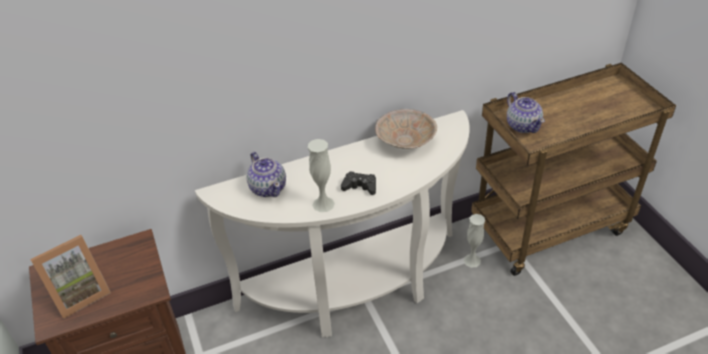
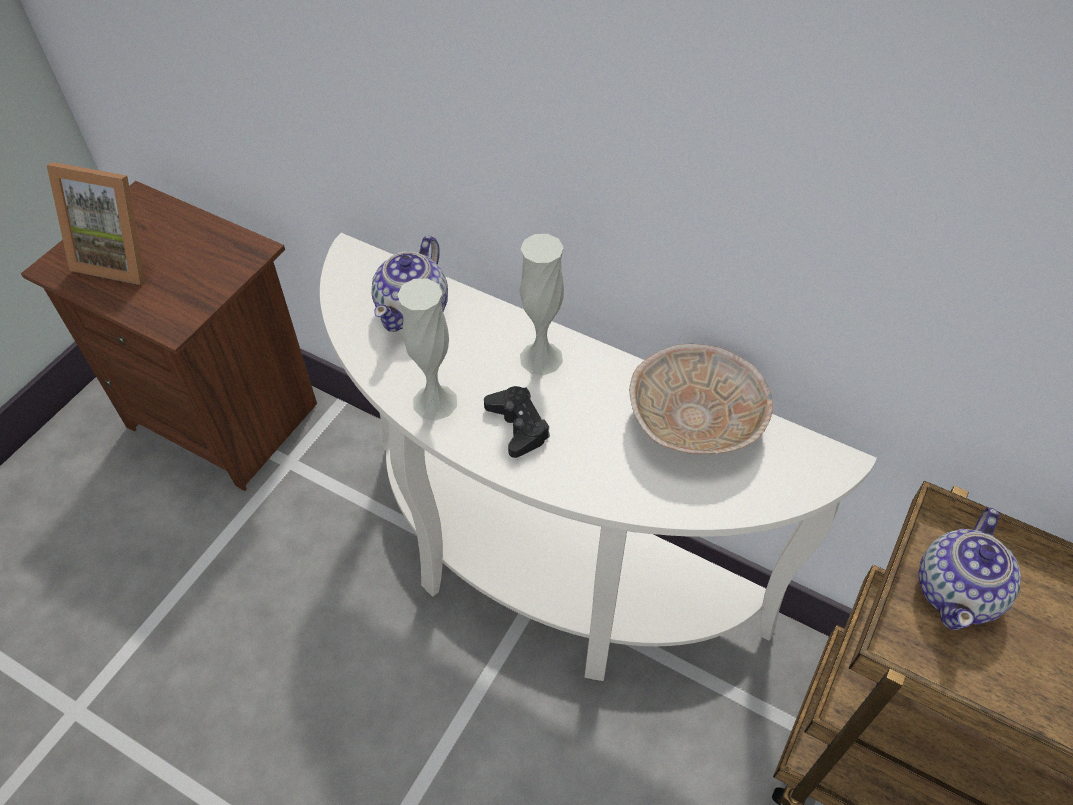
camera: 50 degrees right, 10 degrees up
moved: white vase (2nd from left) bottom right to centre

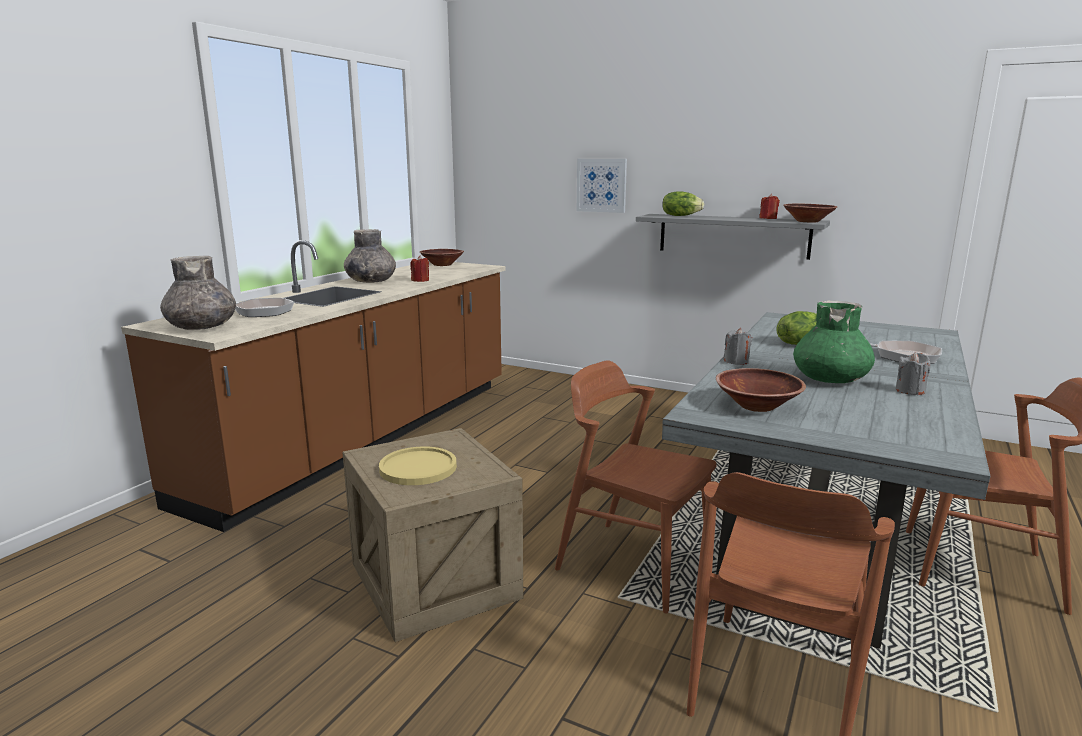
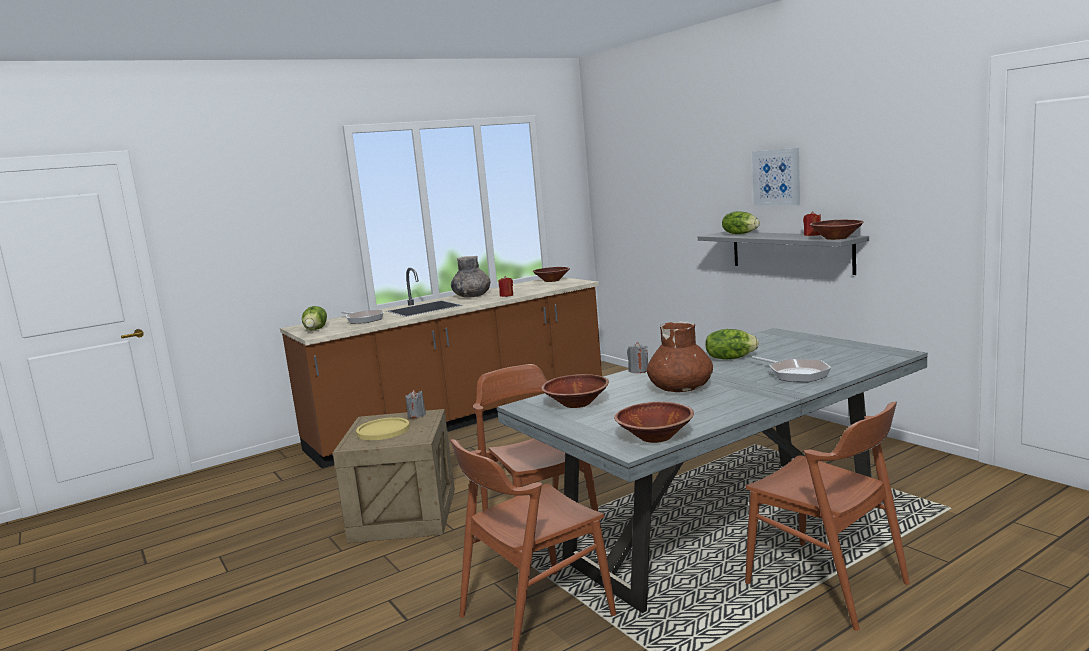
camera: 30 degrees right, 5 degrees down
added: brown bowl (3rd from left) centre
moved: picture top centre to top right; grey candle (2nd from left in the first image) middle right to grey candle (1st from left) centre
replaced: grey vase (1st from left) middle left to lettuce (1st from left) middle left
recoloured: green vase middle right to brown vase centre

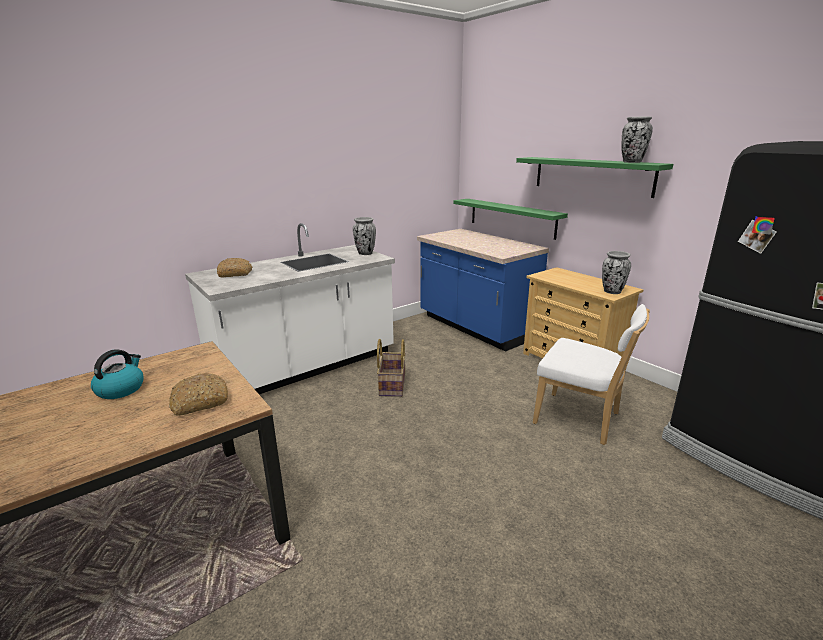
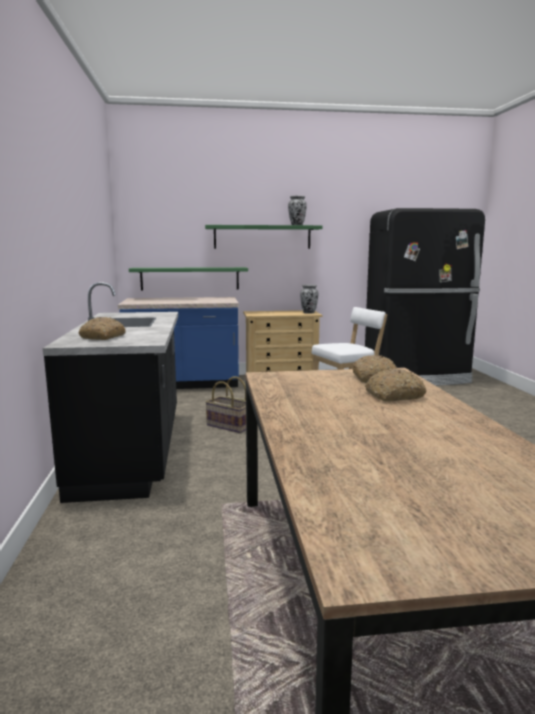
camera: 60 degrees left, 10 degrees down
removed: kettle middle left; vase (1st from left) centre
added: bread (3rd from left) middle right
recoloured: white counter centre to black counter middle left

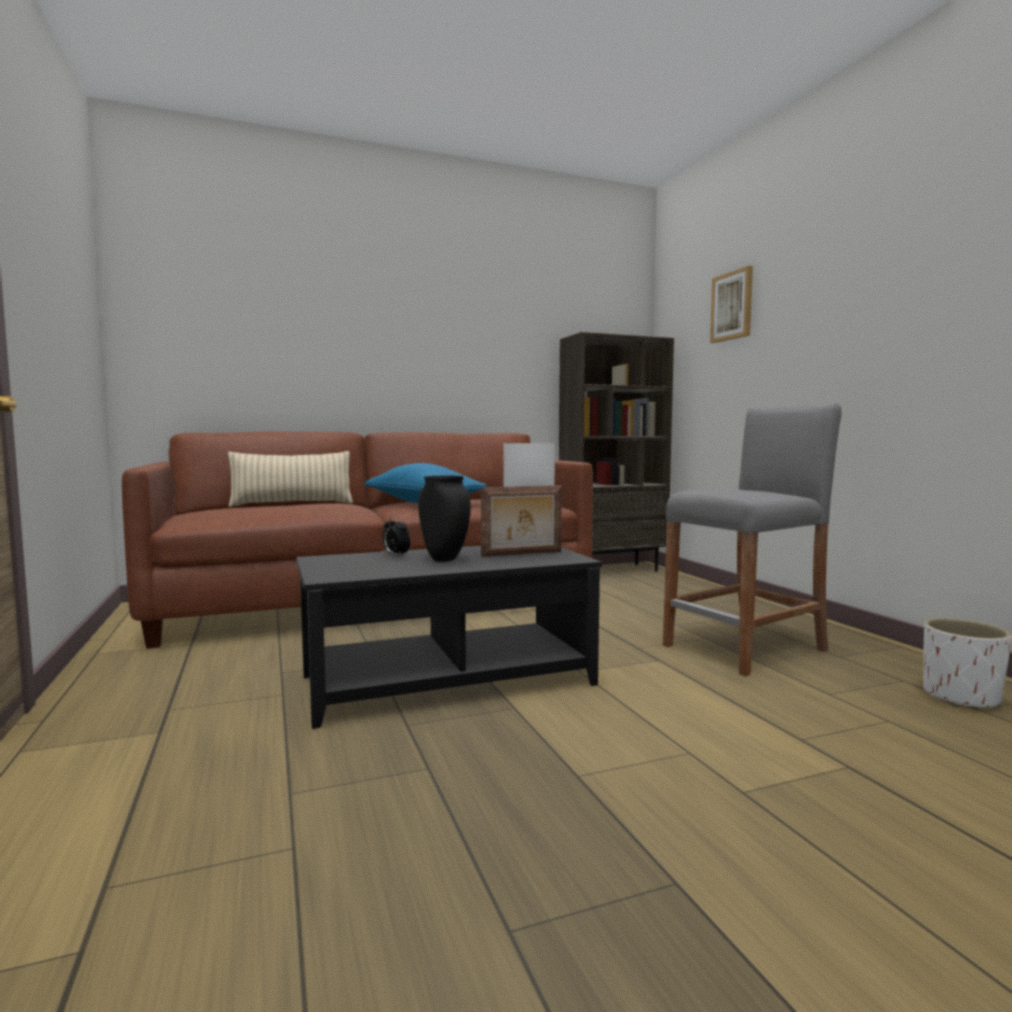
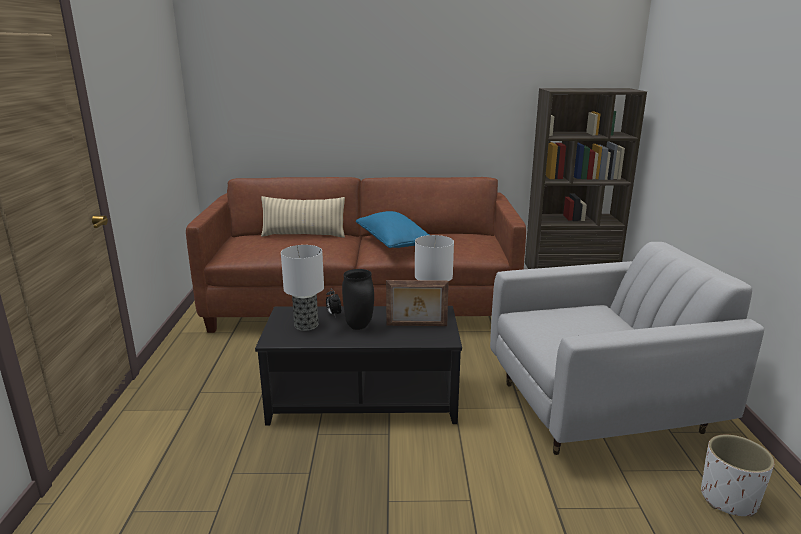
camera: 20 degrees right, 15 degrees up
removed: picture top right
added: table lamp (1st from left) centre
replaced: grey stool middle right to white armchair middle right

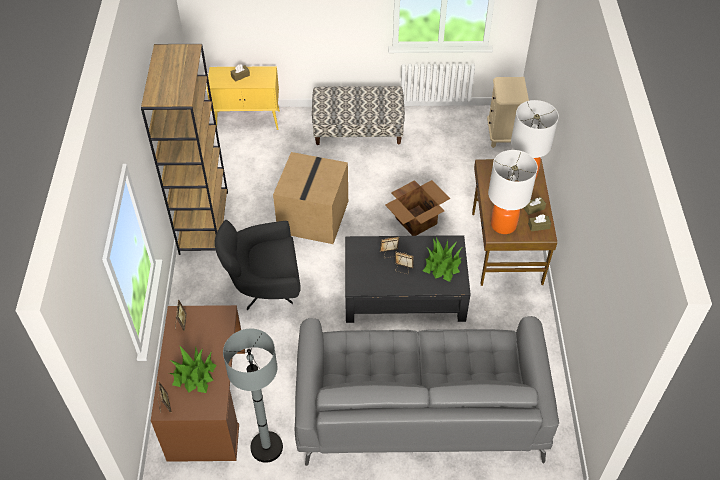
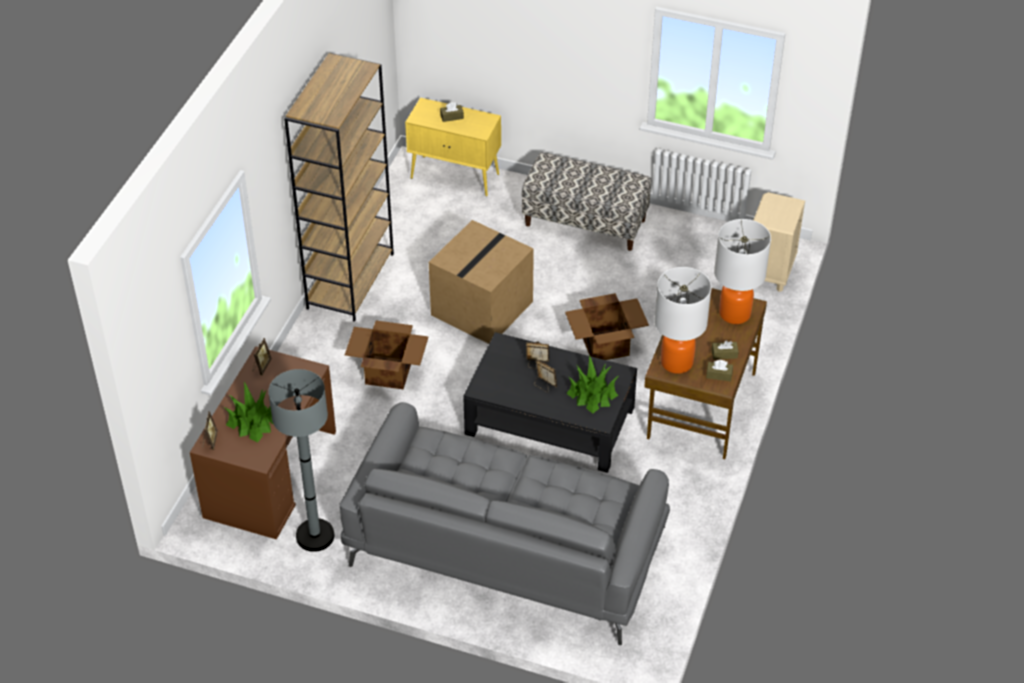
camera: 20 degrees right, 5 degrees down
replaced: black armchair centre to cardboard box (1st from left) centre

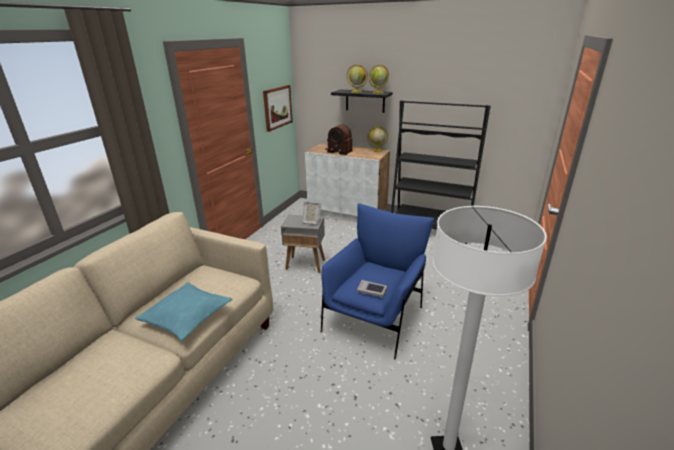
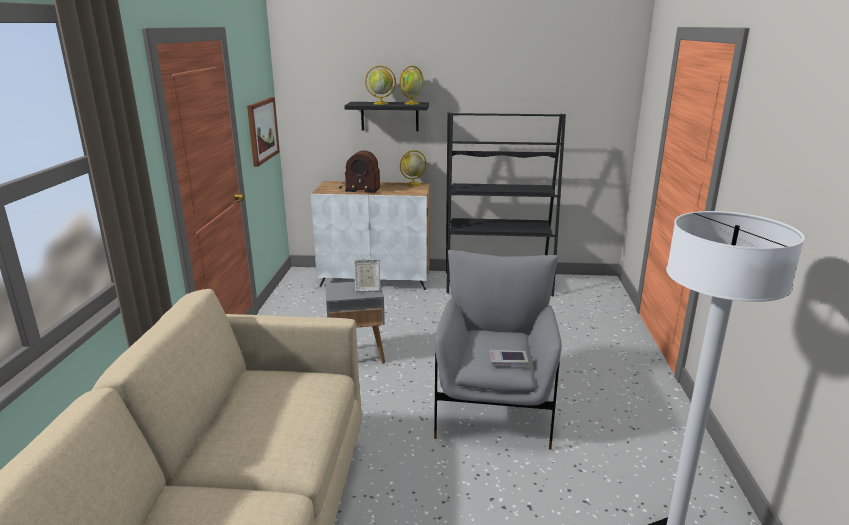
camera: 20 degrees left, 5 degrees down
removed: turquoise pillow bottom left
recoloured: blue armchair centre to grey armchair bottom centre

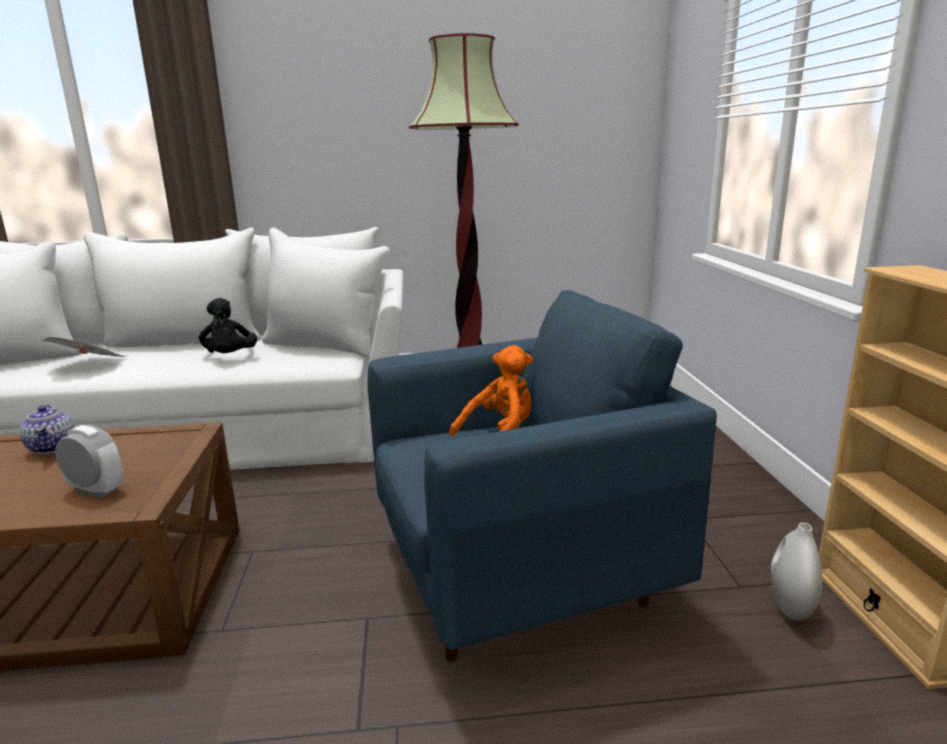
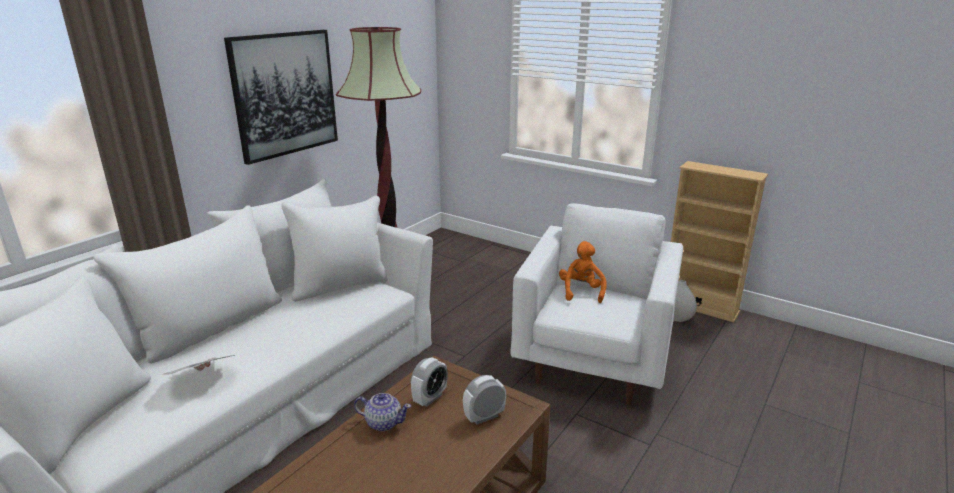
camera: 50 degrees left, 5 degrees up
removed: black plush toy middle left
added: picture top left; alarm clock (1st from left) bottom centre
recoloured: blue armchair centre to white armchair centre

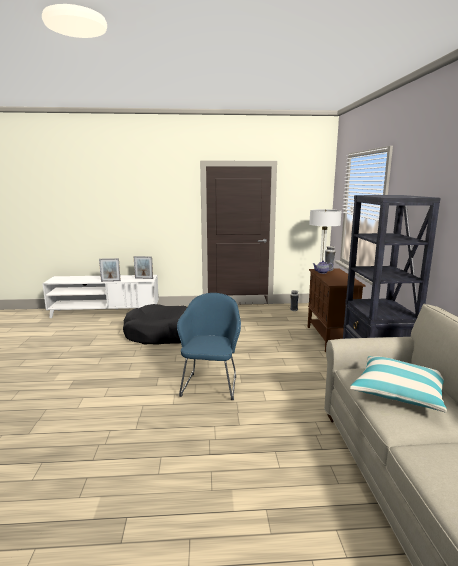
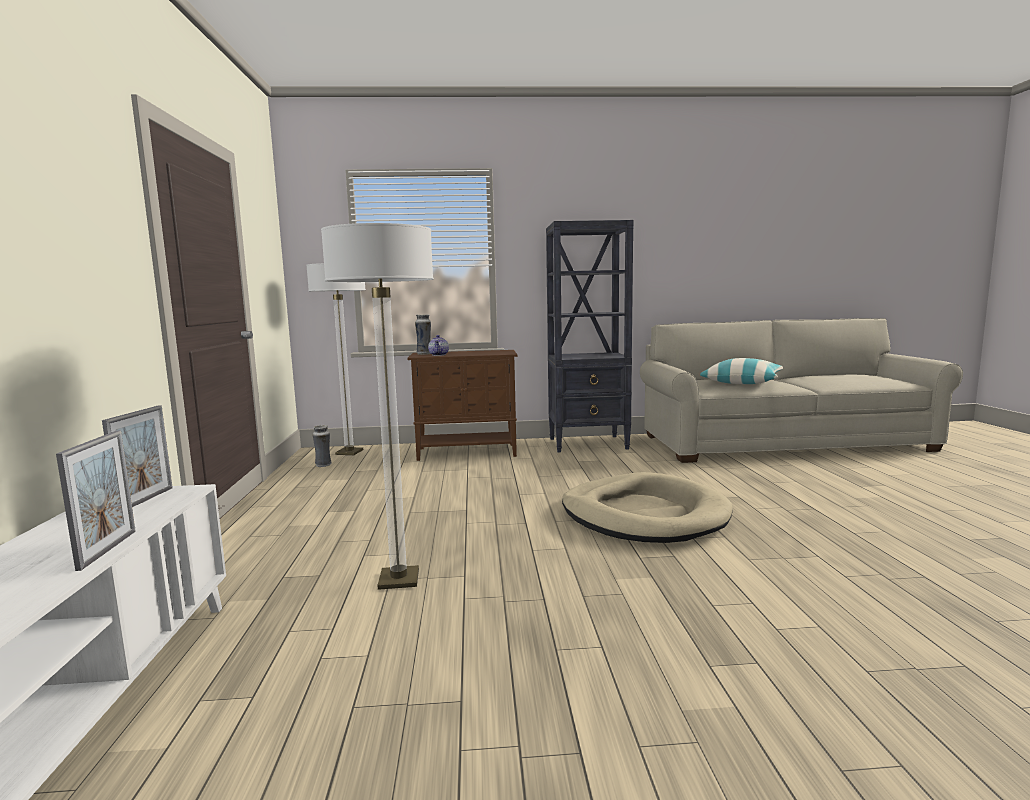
camera: 90 degrees left, 5 degrees down
replaced: black dog bed centre to floor lamp (2nd from left) centre; blue armchair centre to beige dog bed centre

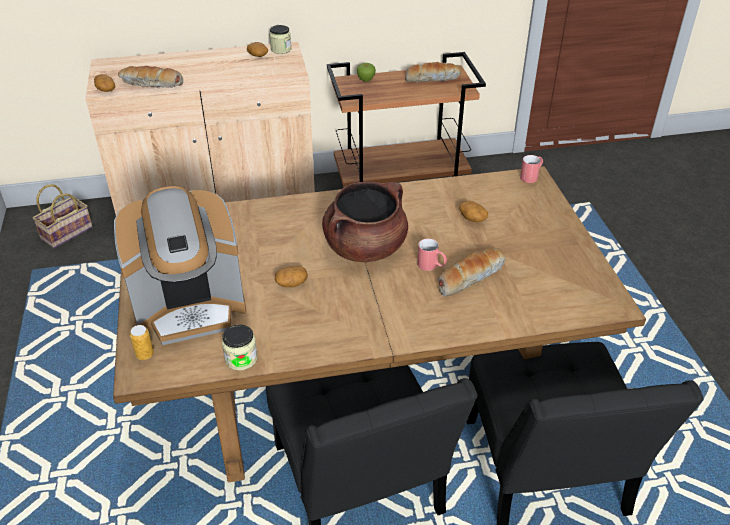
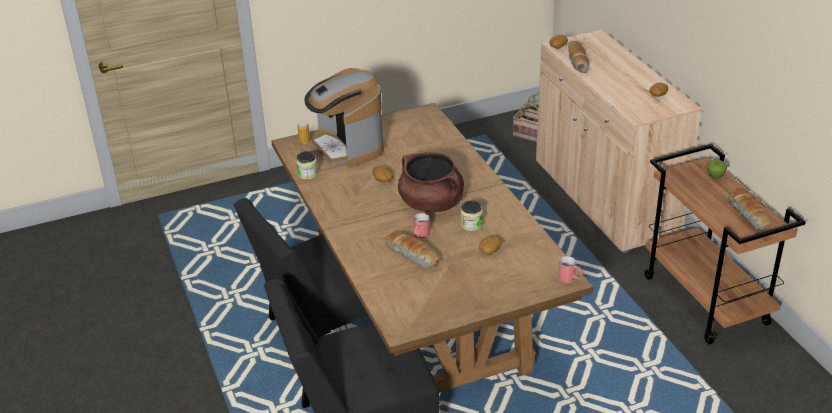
camera: 80 degrees right, 5 degrees down
moved: jar (2nd from left) top centre to centre

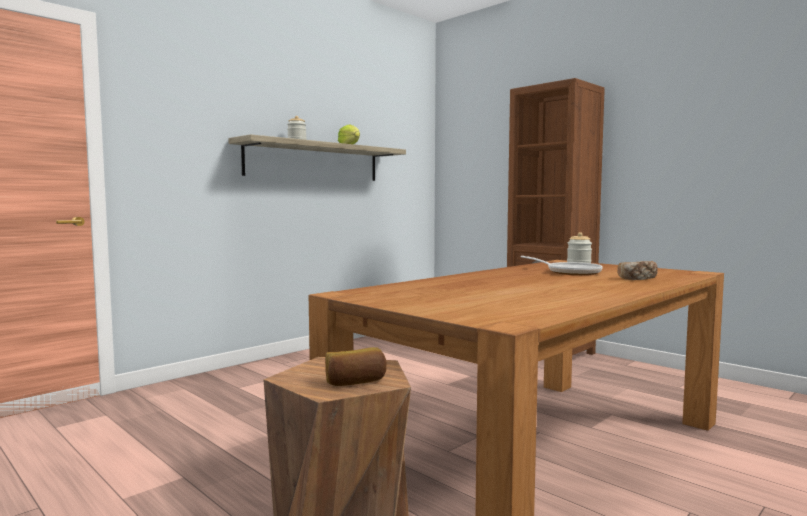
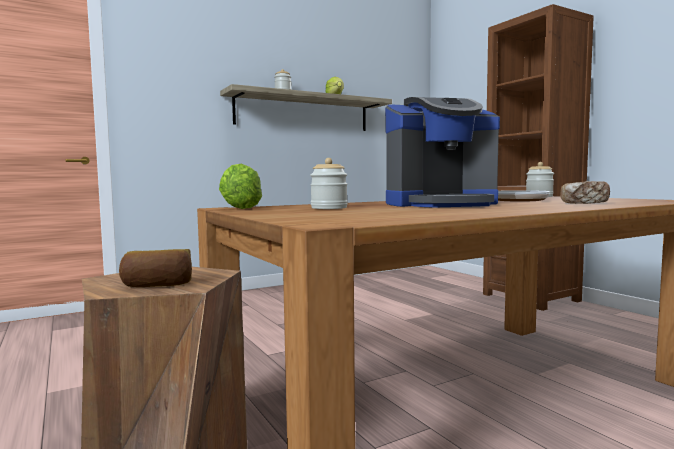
camera: 15 degrees right, 0 degrees up
added: lettuce (1st from left) centre; jar (2nd from left) centre; coffee machine centre

